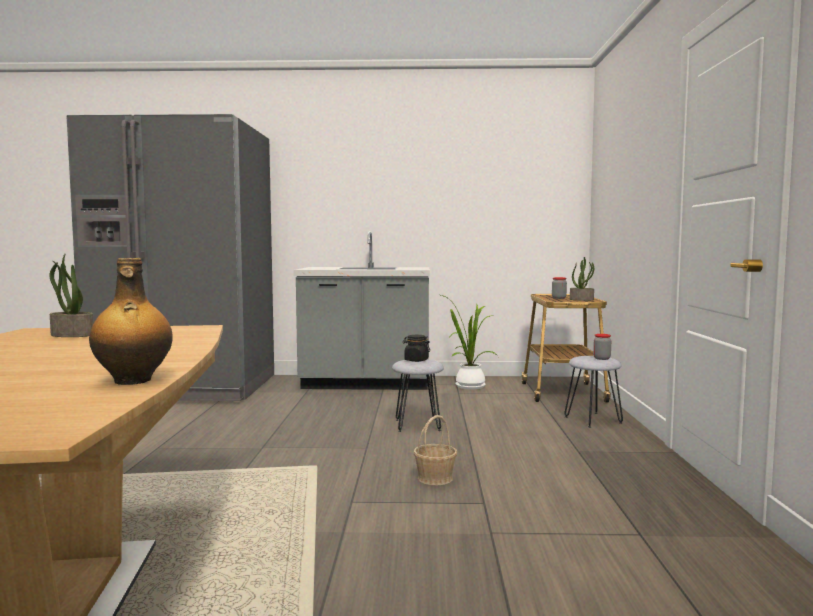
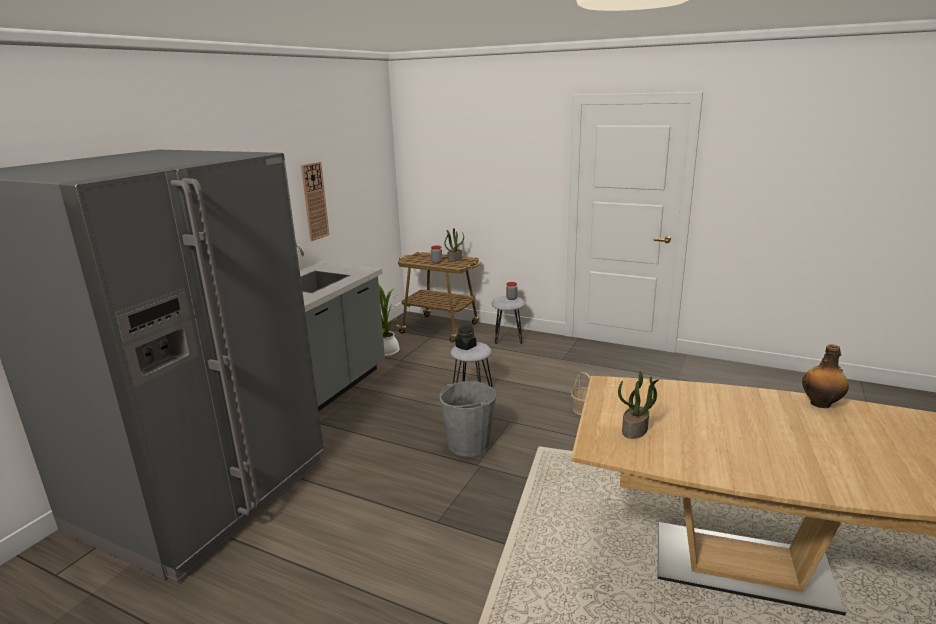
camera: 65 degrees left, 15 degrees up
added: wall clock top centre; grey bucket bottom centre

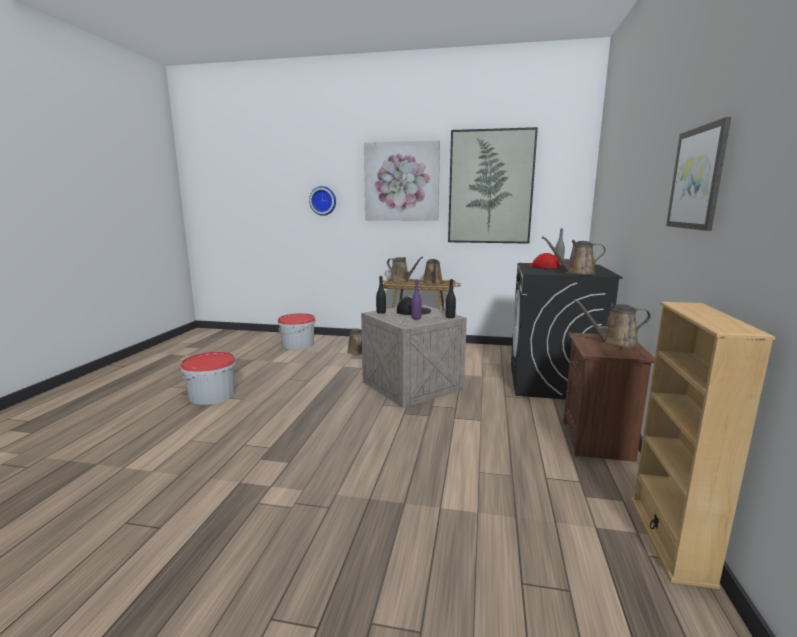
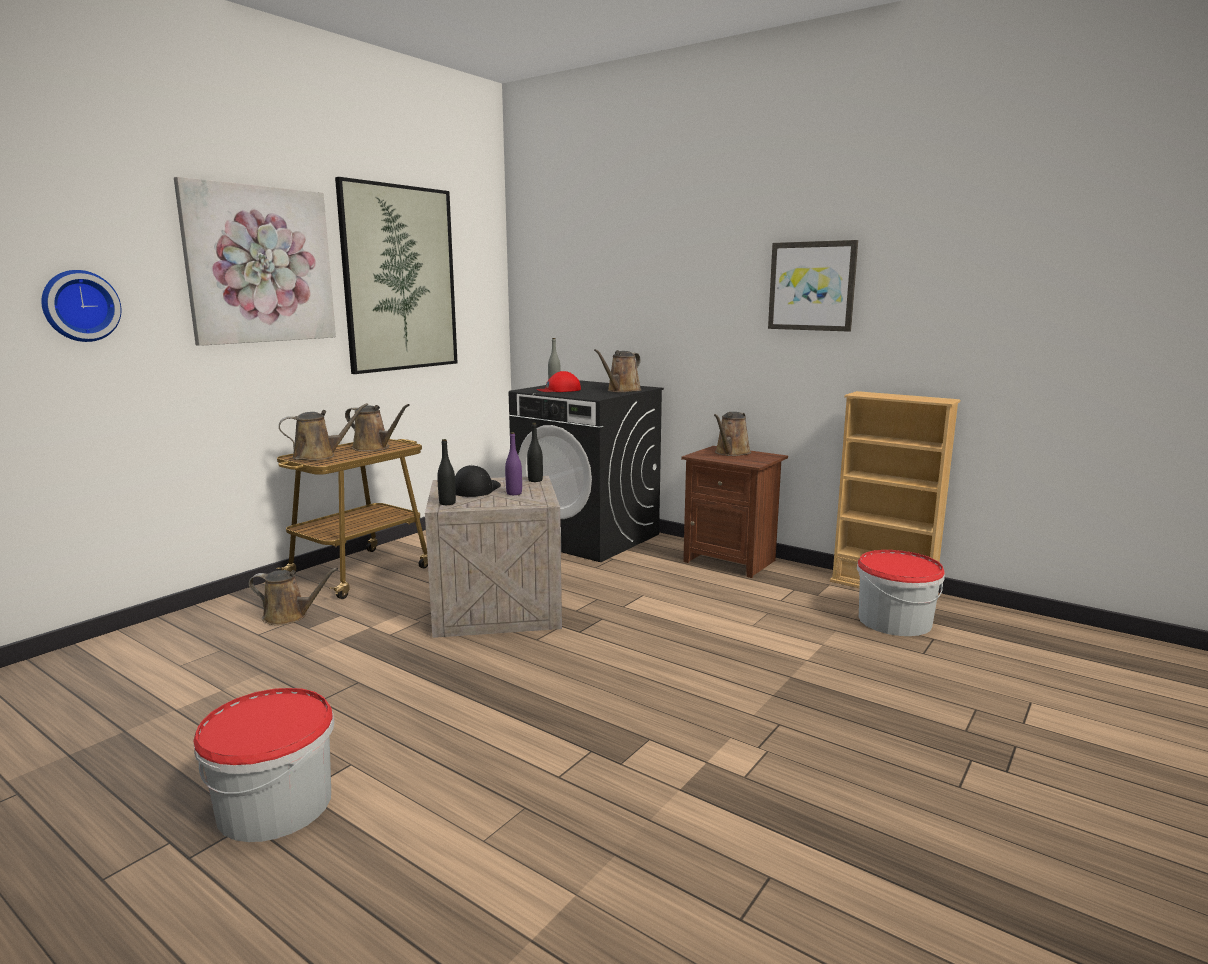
camera: 65 degrees left, 0 degrees up
moved: bucket (2nd from left) centre to middle right

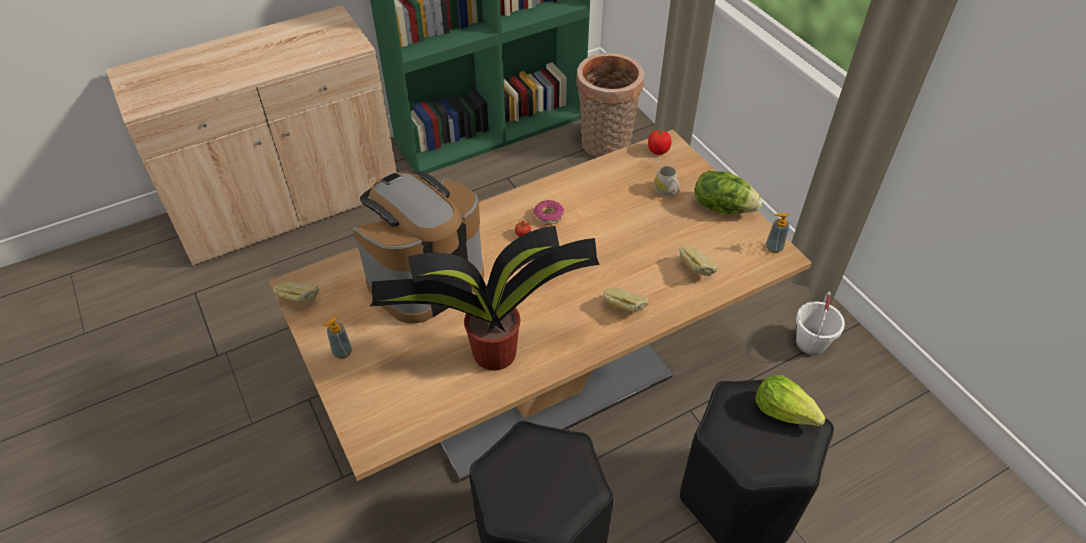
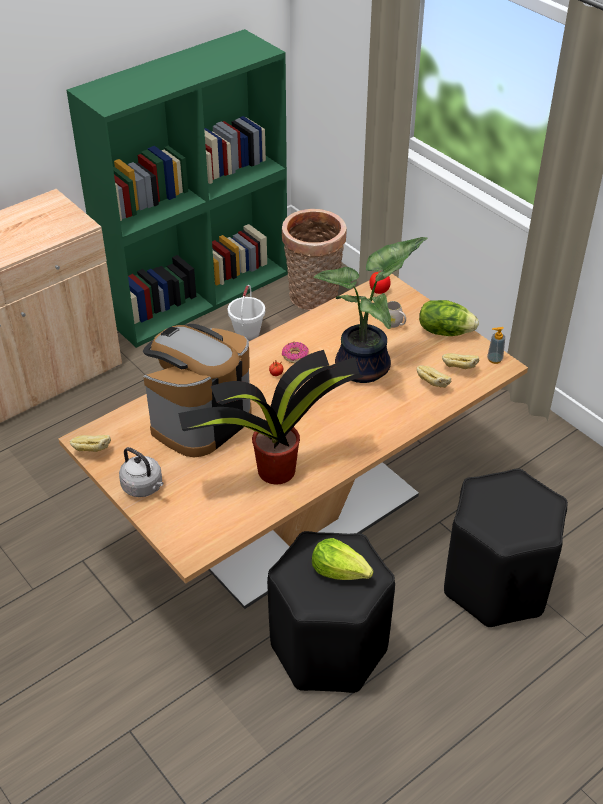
camera: 10 degrees left, 5 degrees down
added: potted plant (2nd from left) centre
moved: bread (2nd from left in the first image) centre to bread (3rd from left) middle right; lettuce (2nd from left in the first image) bottom right to lettuce (1st from left) bottom centre; white bucket middle right to centre
replaced: soap dispenser (1st from left) middle left to grey kettle middle left

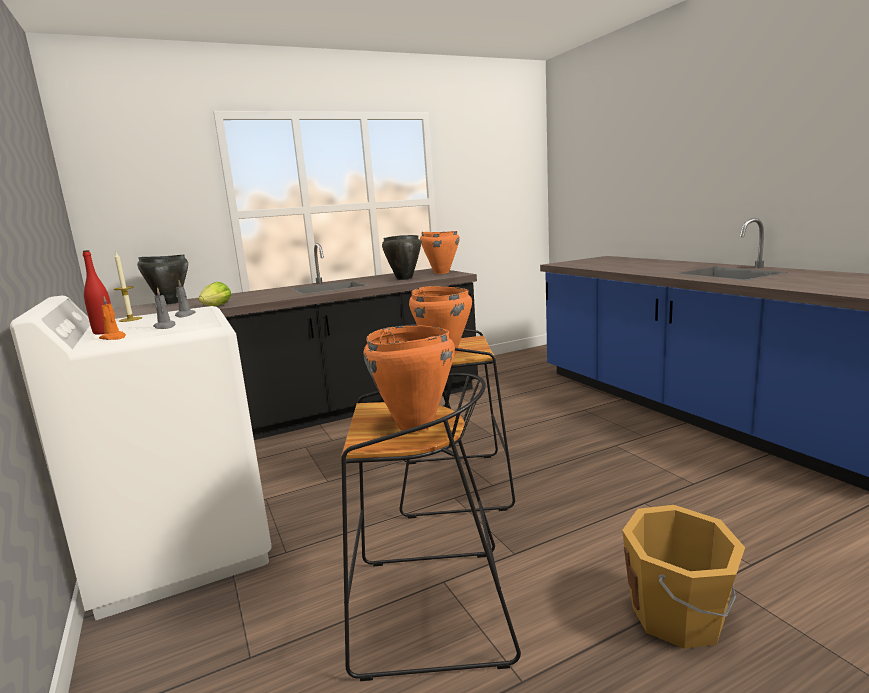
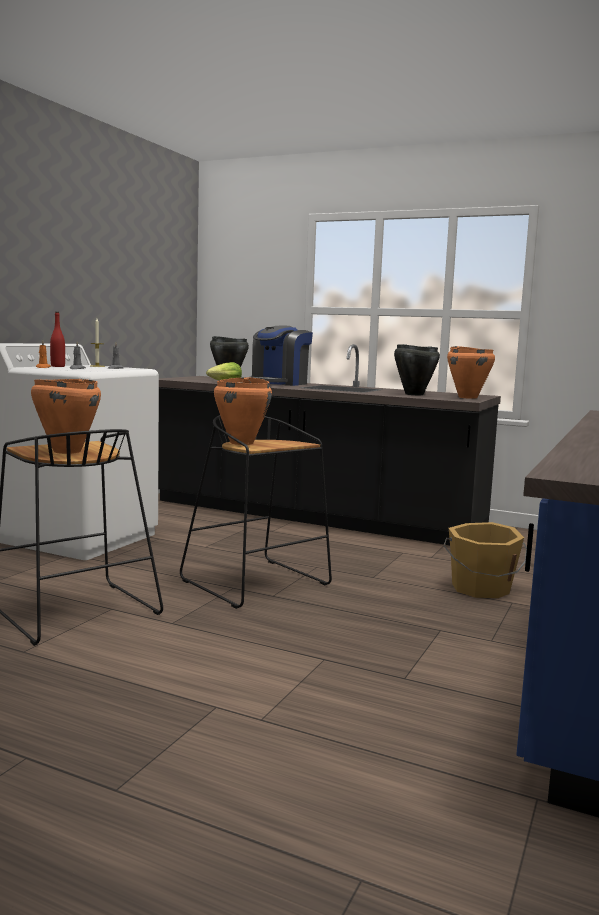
camera: 50 degrees right, 5 degrees down
added: coffee machine centre
moved: orange bucket bottom right to middle right

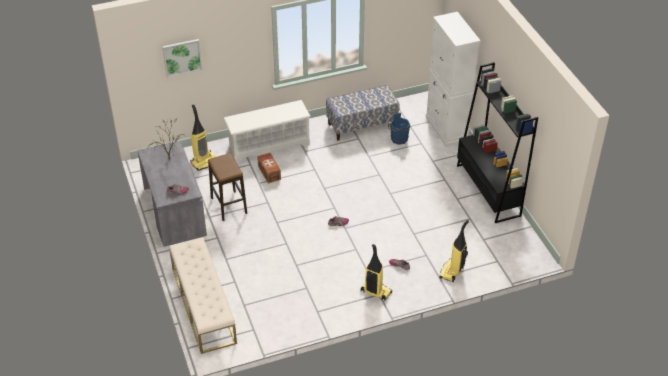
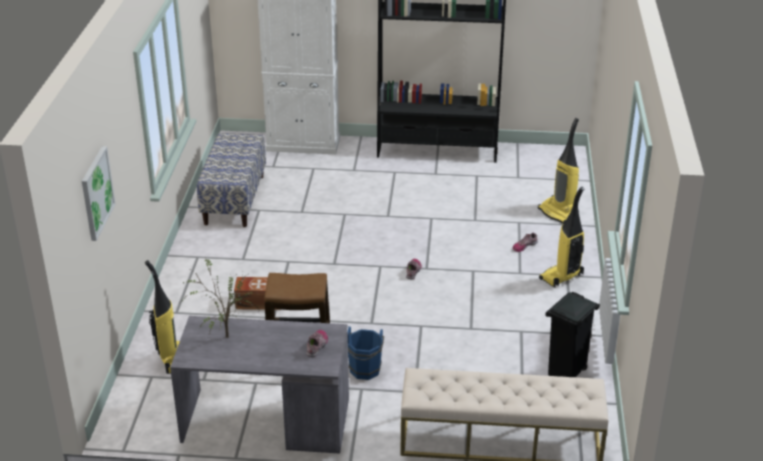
camera: 65 degrees left, 10 degrees down
removed: white shoe rack centre
added: black trash can bottom right
moved: blue bucket centre to bottom centre

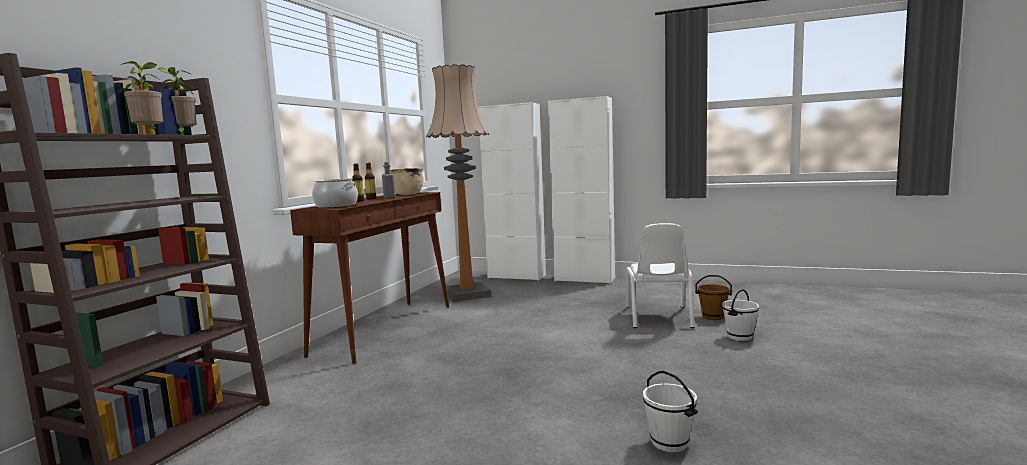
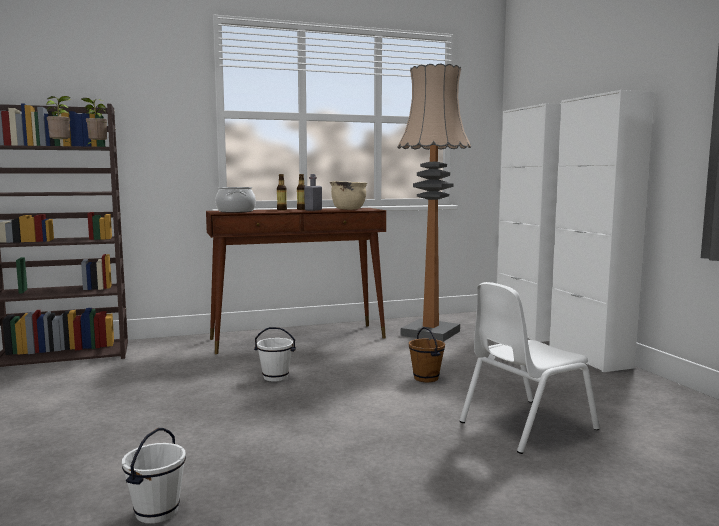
camera: 50 degrees right, 0 degrees up
moved: brown bucket middle right to bottom centre; white bucket (2nd from left) bottom right to bottom centre

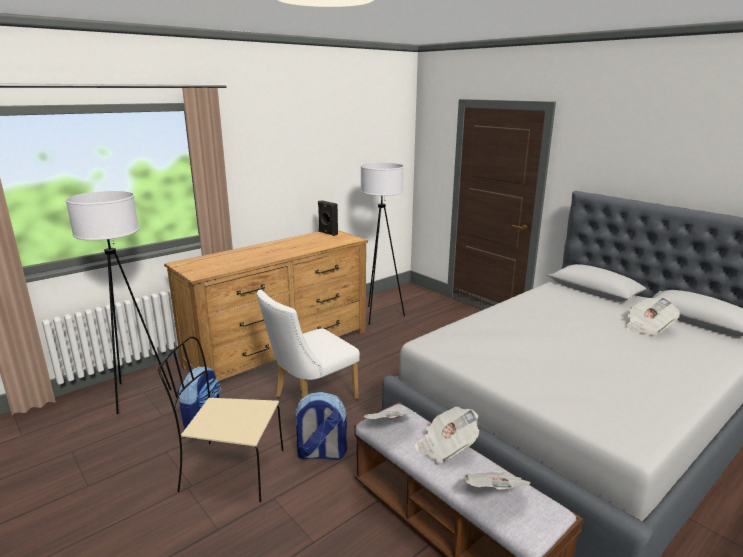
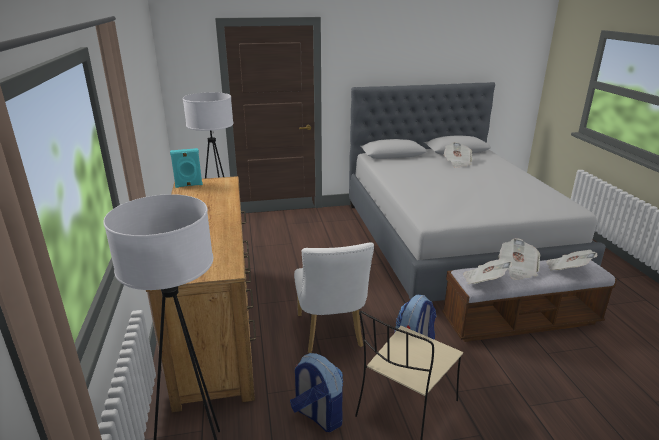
camera: 60 degrees left, 5 degrees up
recoloured: black speaker centre to turquoise speaker middle left

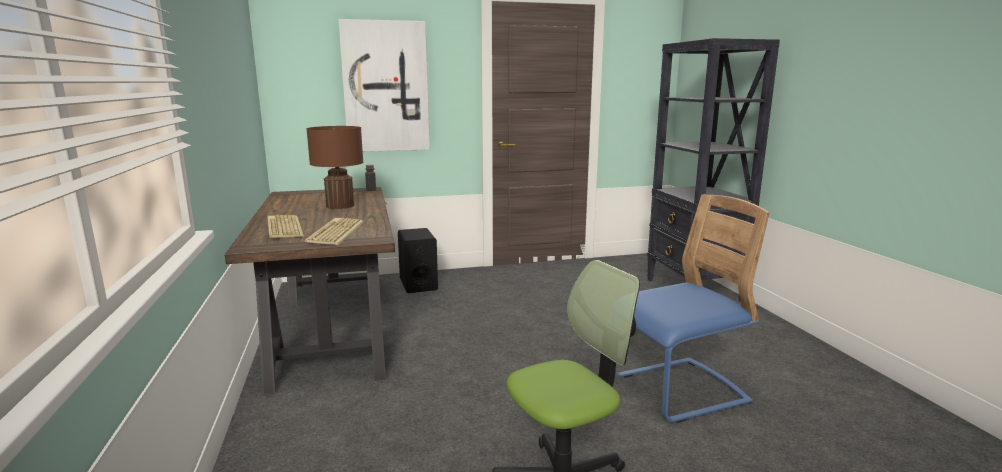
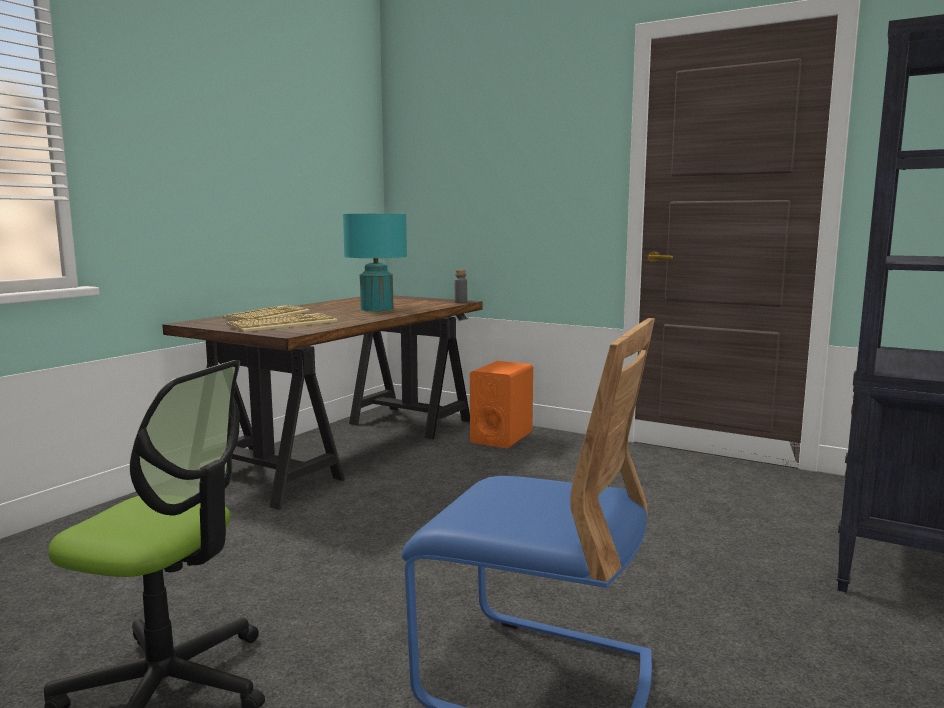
camera: 45 degrees right, 5 degrees down
removed: picture top centre
recoloured: brown table lamp centre to turquoise table lamp centre; black speaker centre to orange speaker centre

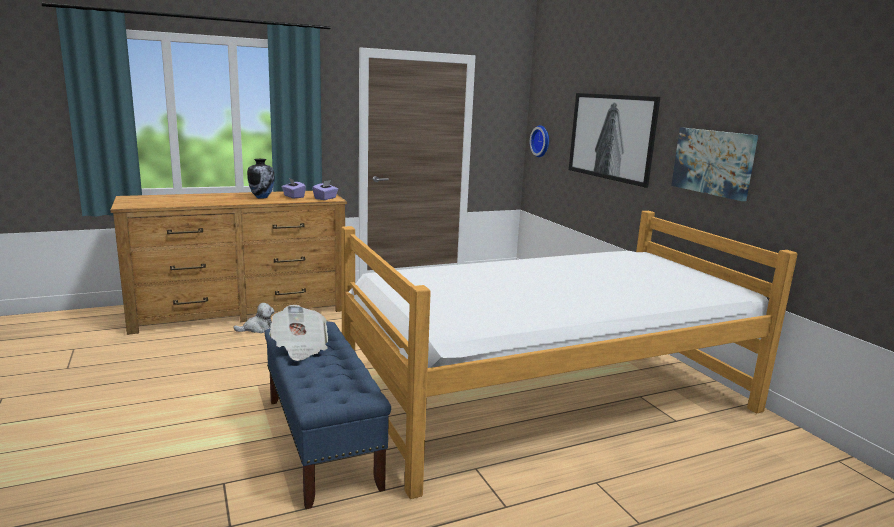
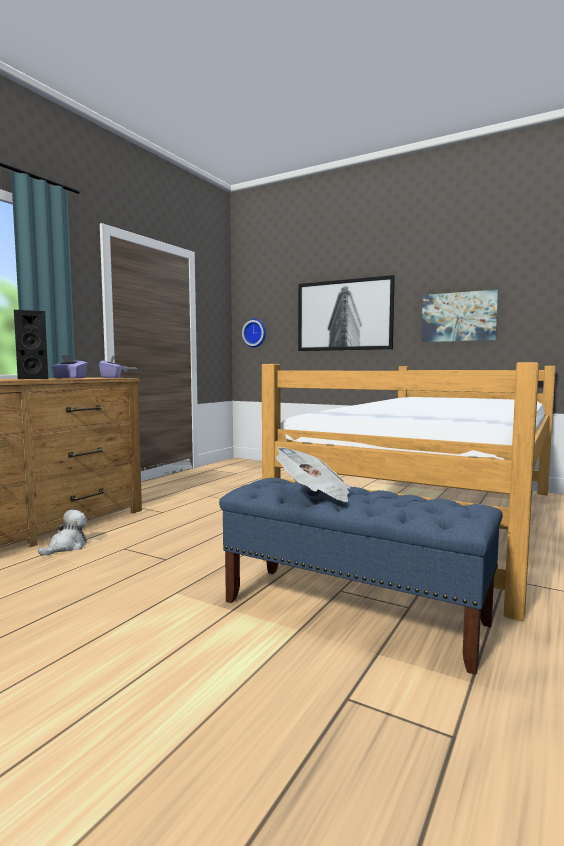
camera: 35 degrees left, 10 degrees down
replaced: vase middle left to black speaker middle left

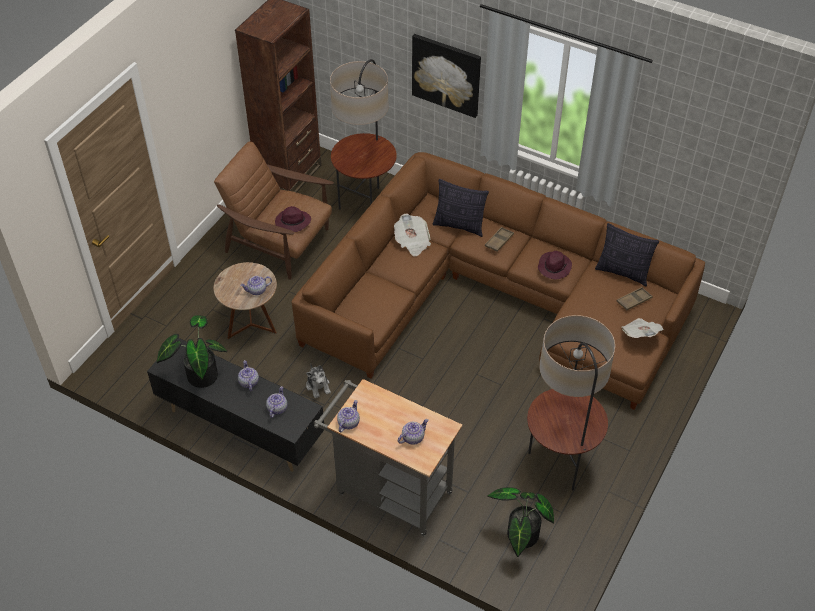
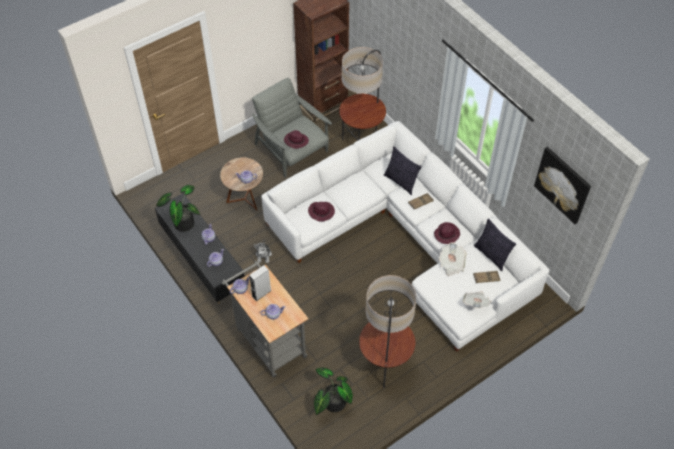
camera: 25 degrees right, 5 degrees up
added: grey speaker centre; purple hat (2nd from left) centre
moved: newspaper (1st from left) centre to middle right; picture top centre to middle right
recoloured: brown armchair centre to grey armchair top centre; brown sofa centre to white sofa centre

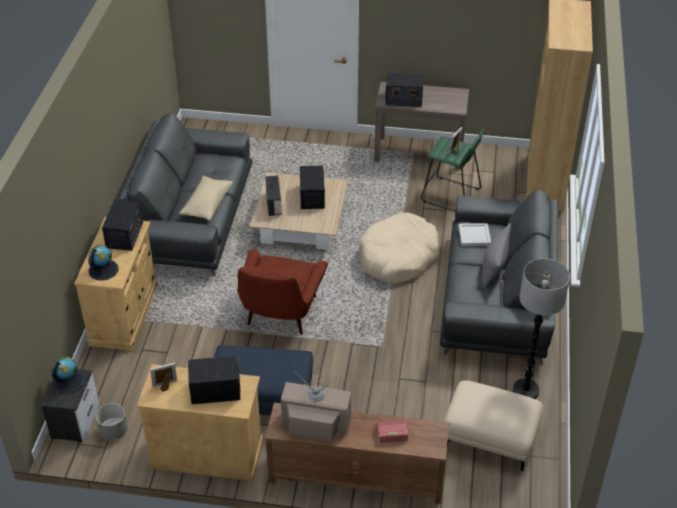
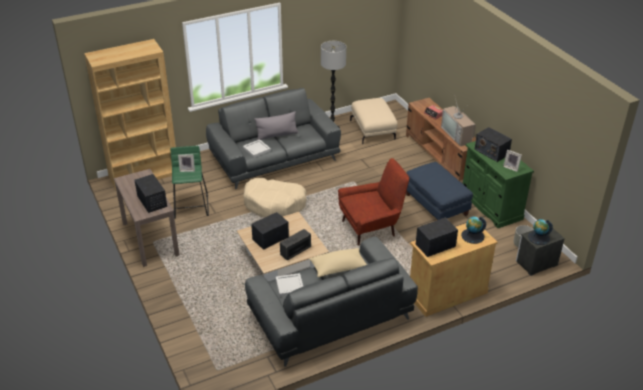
camera: 125 degrees left, 5 degrees down
added: white tray (2nd from left) bottom centre
recoloured: beige cabinet (2nd from left) bottom left to green cabinet middle right

